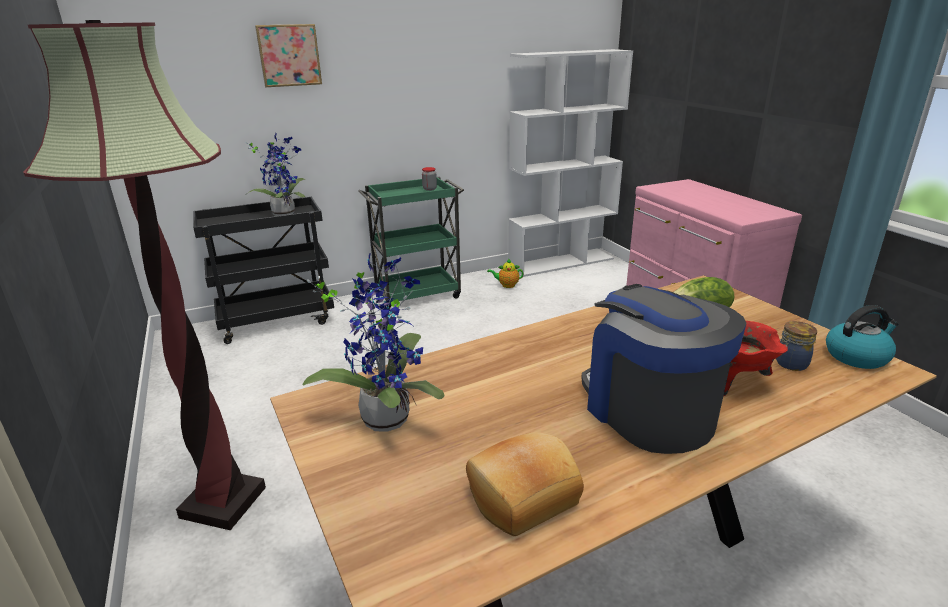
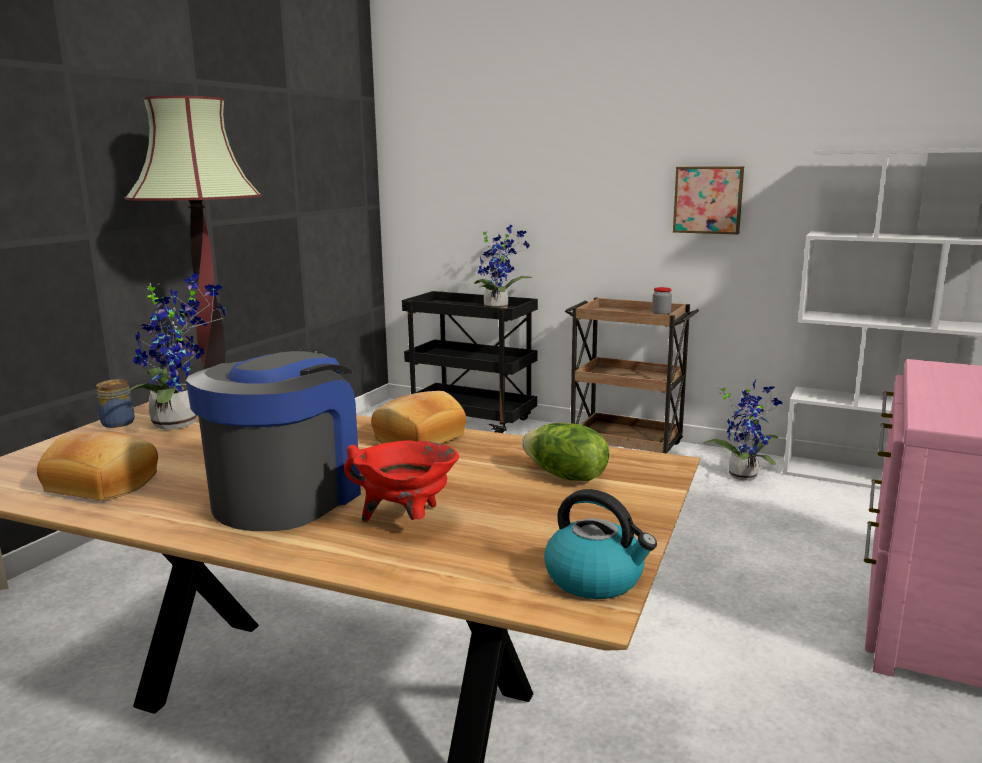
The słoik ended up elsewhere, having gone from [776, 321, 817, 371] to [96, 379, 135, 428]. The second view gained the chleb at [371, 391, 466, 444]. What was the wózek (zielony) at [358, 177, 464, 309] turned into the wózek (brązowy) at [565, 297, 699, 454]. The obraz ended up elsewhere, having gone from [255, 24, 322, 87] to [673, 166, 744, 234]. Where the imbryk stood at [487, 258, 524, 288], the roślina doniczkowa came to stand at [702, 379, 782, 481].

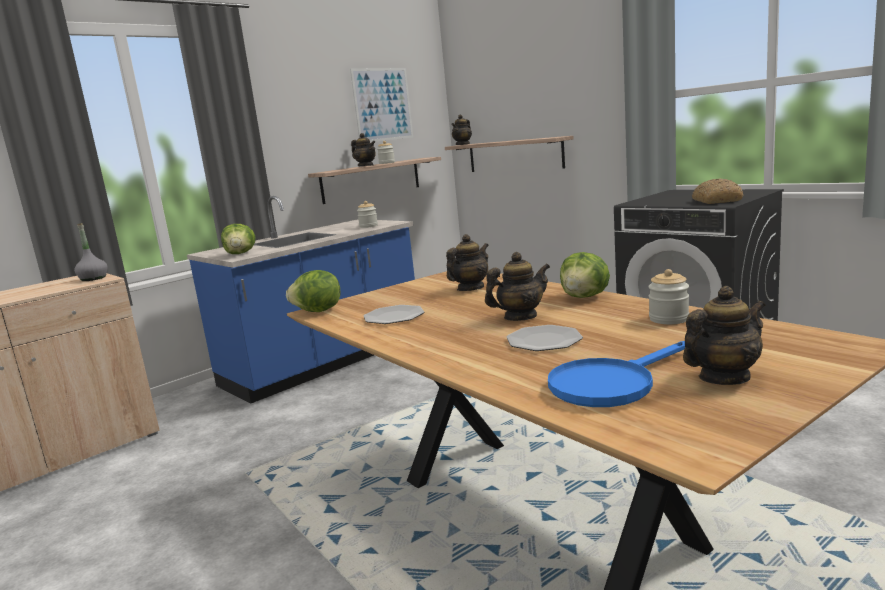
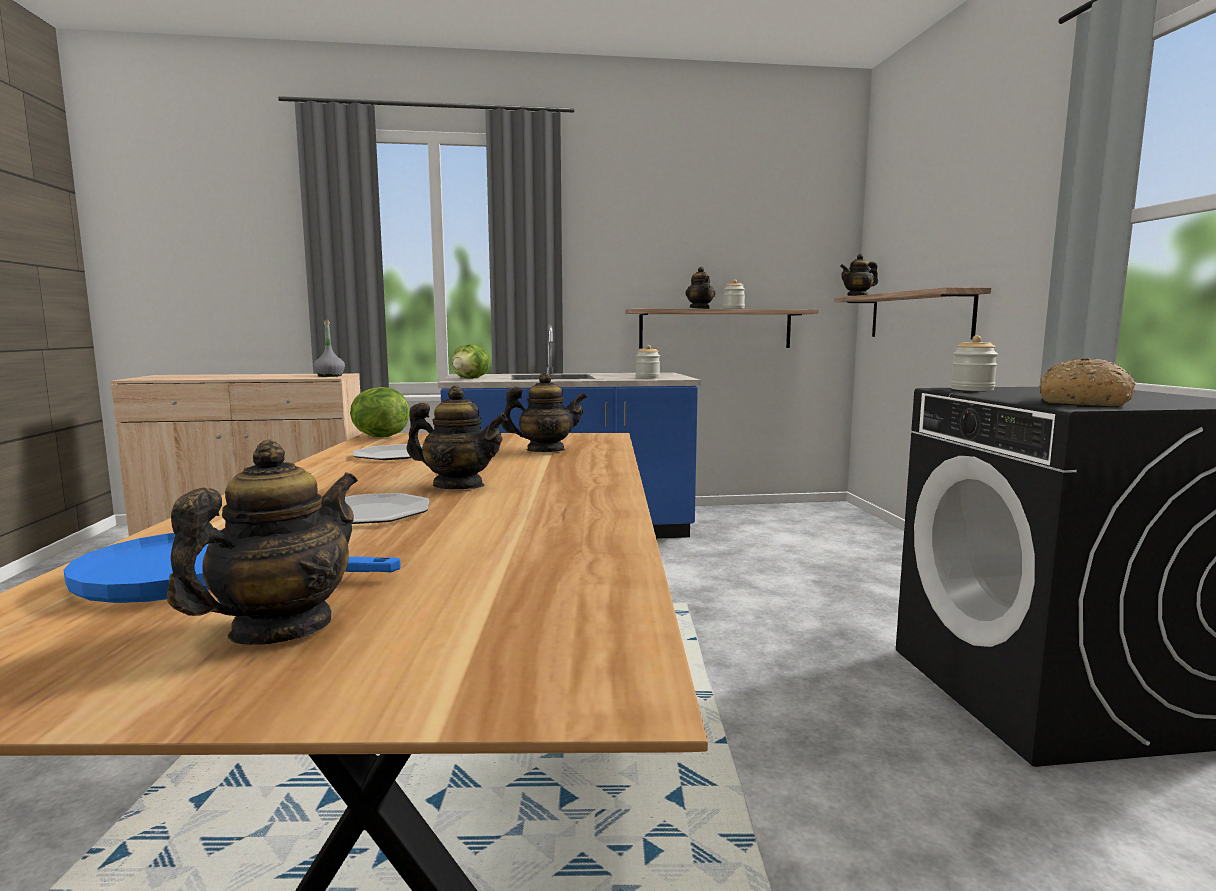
The imbryk at [683, 286, 766, 385] ended up facing another way, 75 degrees counterclockwise from before. The słoik ended up elsewhere, having gone from [648, 269, 689, 324] to [951, 335, 998, 391]. The second view lost the obraz at [350, 68, 413, 142]. The second view lost the sałata at [560, 252, 610, 298].

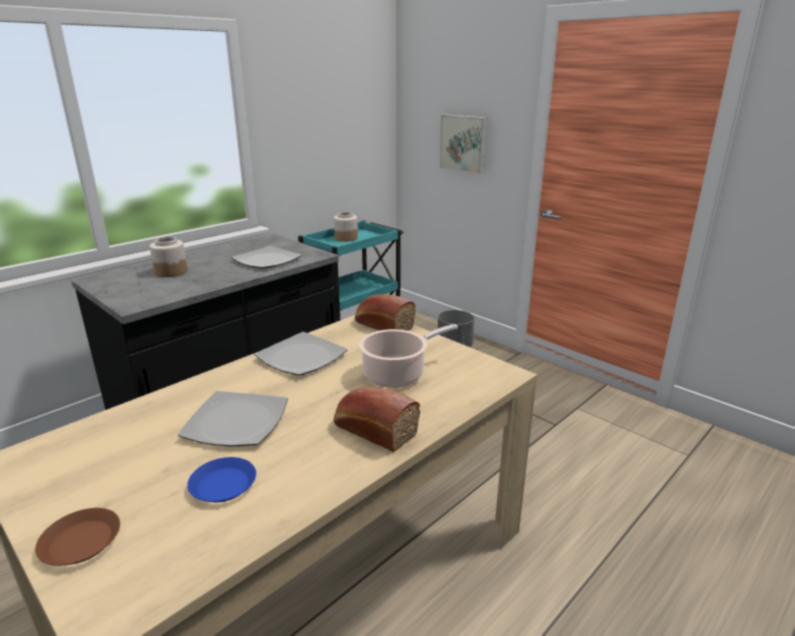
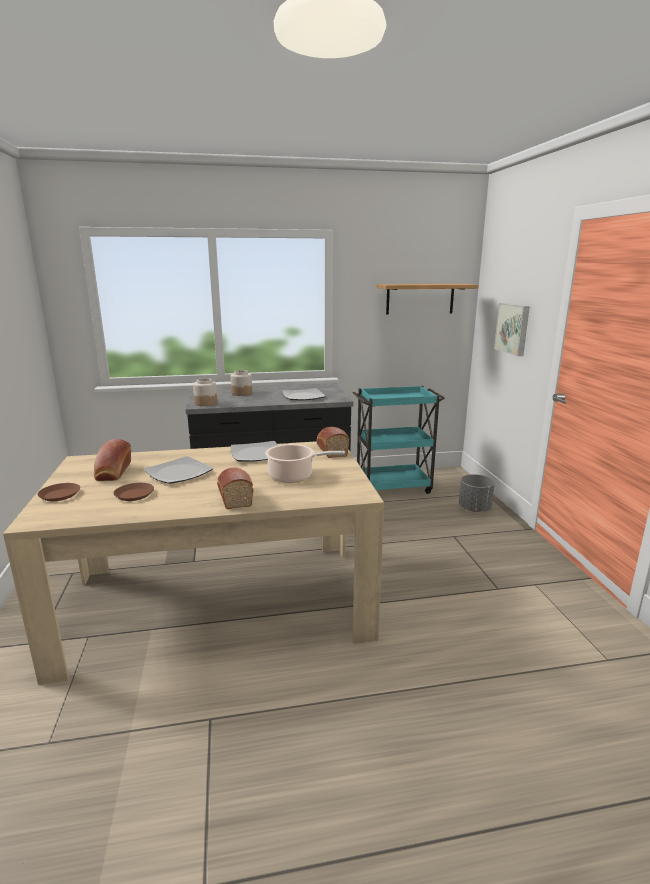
The second view gained the chleb at [94, 439, 131, 481]. What was the talerz (niebieski) at [187, 457, 256, 502] turned into the talerz (brązowy) at [113, 483, 154, 501]. The słoik ended up elsewhere, having gone from [334, 212, 358, 242] to [193, 378, 217, 406]. The second view gained the półka at [377, 284, 479, 315].

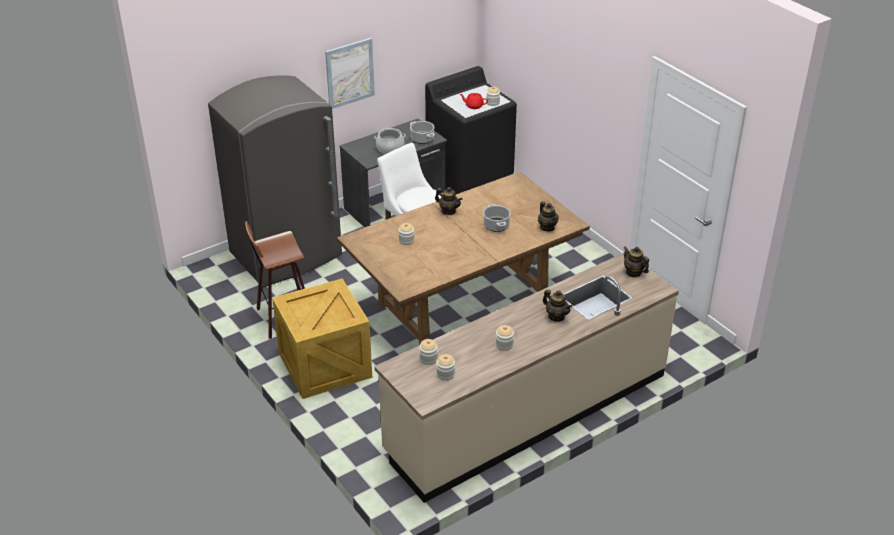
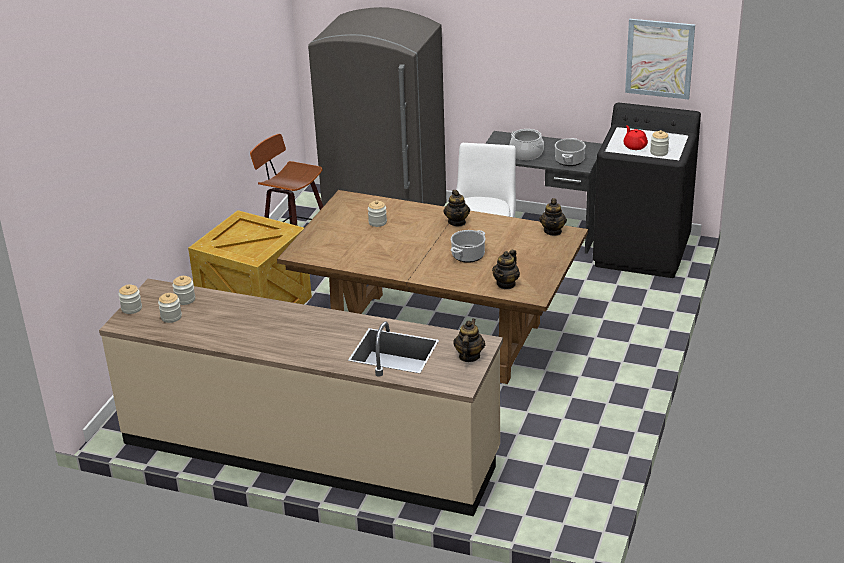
The słoik ended up elsewhere, having gone from [496, 325, 514, 350] to [118, 284, 142, 314]. The imbryk ended up elsewhere, having gone from [543, 289, 572, 322] to [539, 198, 567, 236]. The obraz ended up elsewhere, having gone from [325, 38, 375, 109] to [625, 19, 695, 99].

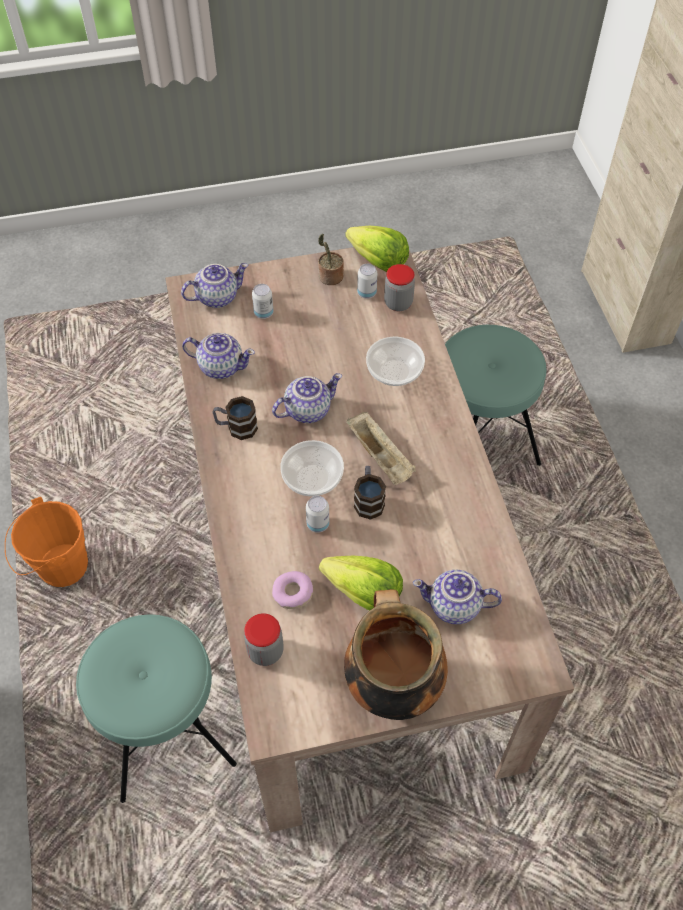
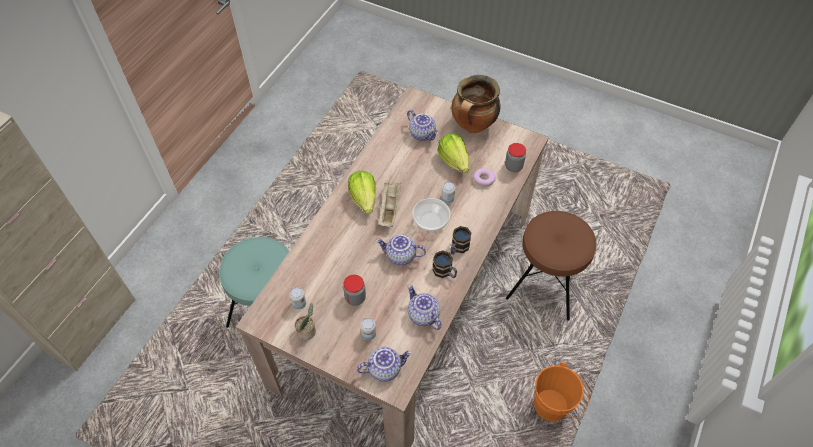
The słoik ended up elsewhere, having gone from [384, 264, 415, 311] to [343, 275, 366, 306]. The sałata ended up elsewhere, having gone from [345, 226, 409, 272] to [348, 171, 376, 214]. The imbryk at [181, 263, 248, 308] ended up facing another way, 150 degrees clockwise from before. The kubek ended up elsewhere, having gone from [354, 466, 386, 520] to [451, 226, 471, 255]. What was the stołek (turkusowy) at [76, 614, 237, 803] turned into the stołek (brązowy) at [506, 211, 596, 321]. The second view lost the miska at [366, 337, 425, 386].

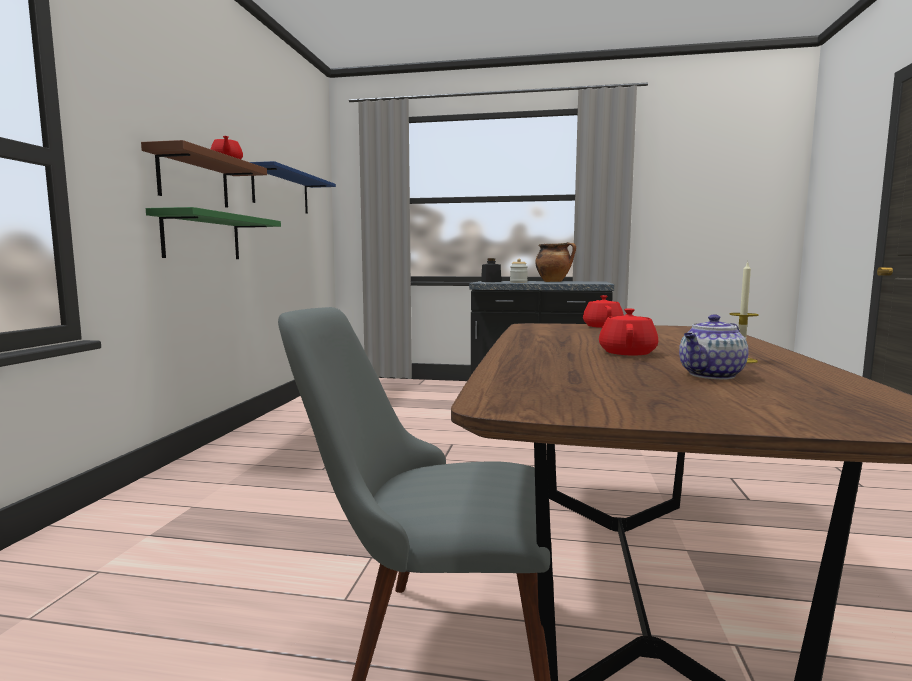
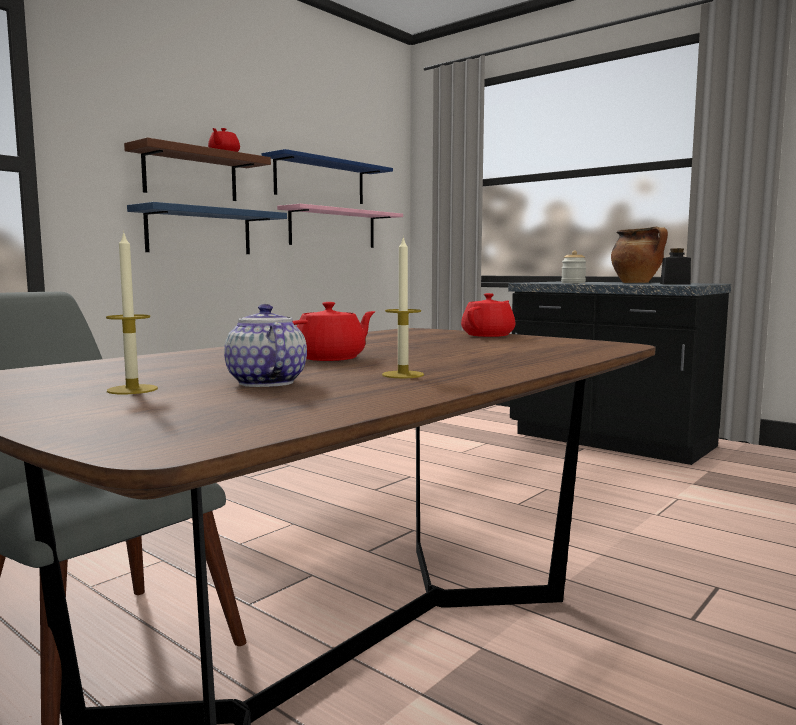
The second view gained the świeca at [106, 231, 158, 394]. What was the półka (zielony) at [146, 207, 281, 259] turned into the półka (niebieski) at [127, 202, 287, 254]. The imbryk at [679, 314, 748, 379] ended up facing another way, 75 degrees clockwise from before. The second view gained the półka (różowy) at [277, 204, 403, 248]. The słoik (czarny) ended up elsewhere, having gone from [481, 258, 501, 282] to [660, 248, 691, 285].

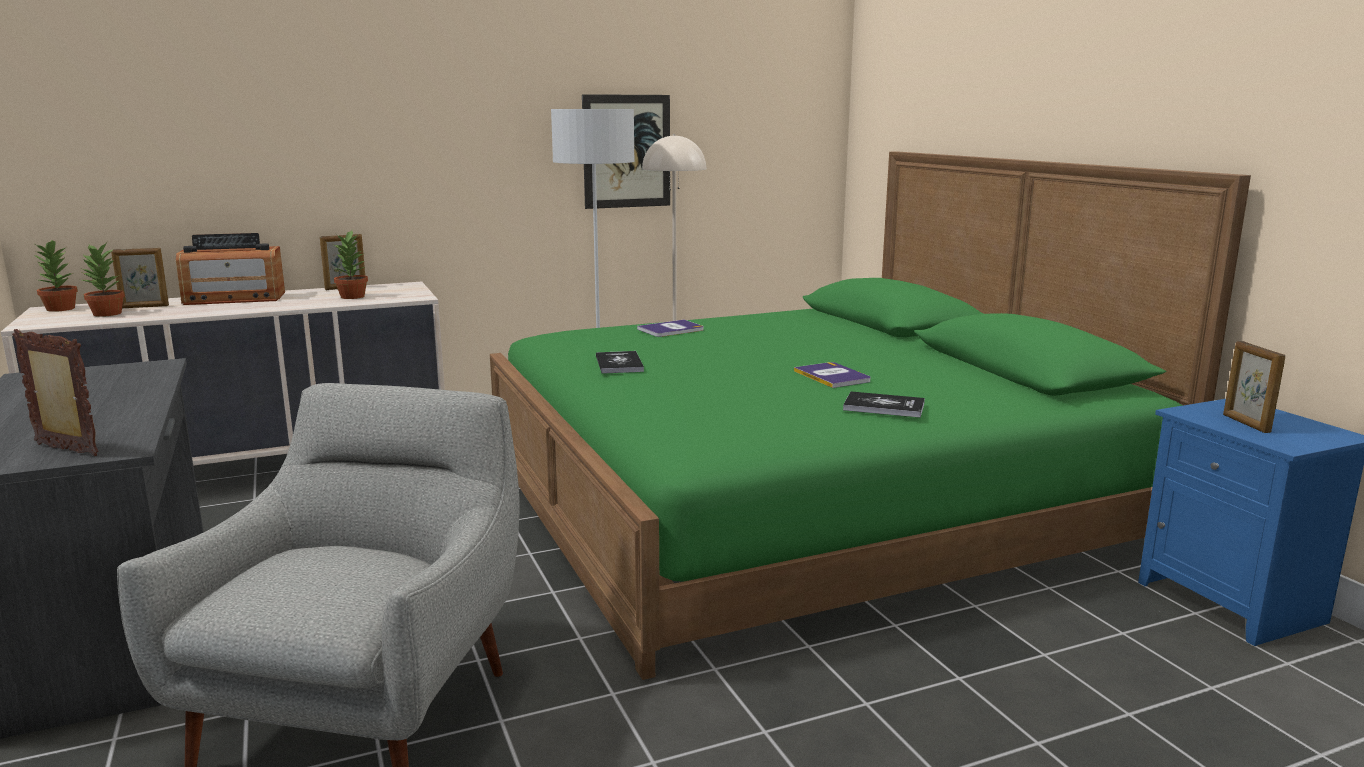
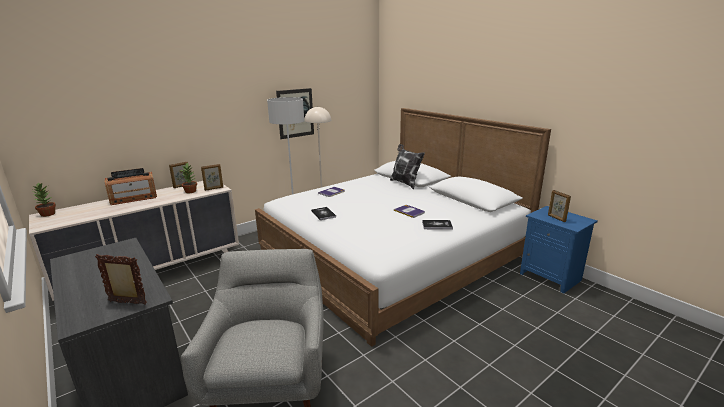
The ramka na zdjęcie ended up elsewhere, having gone from [111, 248, 169, 308] to [201, 164, 223, 191]. What was the łóżko (zielony) at [490, 151, 1251, 680] turned into the łóżko (biały) at [255, 108, 551, 347]. The second view gained the poduszka at [390, 144, 425, 189]. The second view lost the roślina doniczkowa at [82, 242, 125, 317].

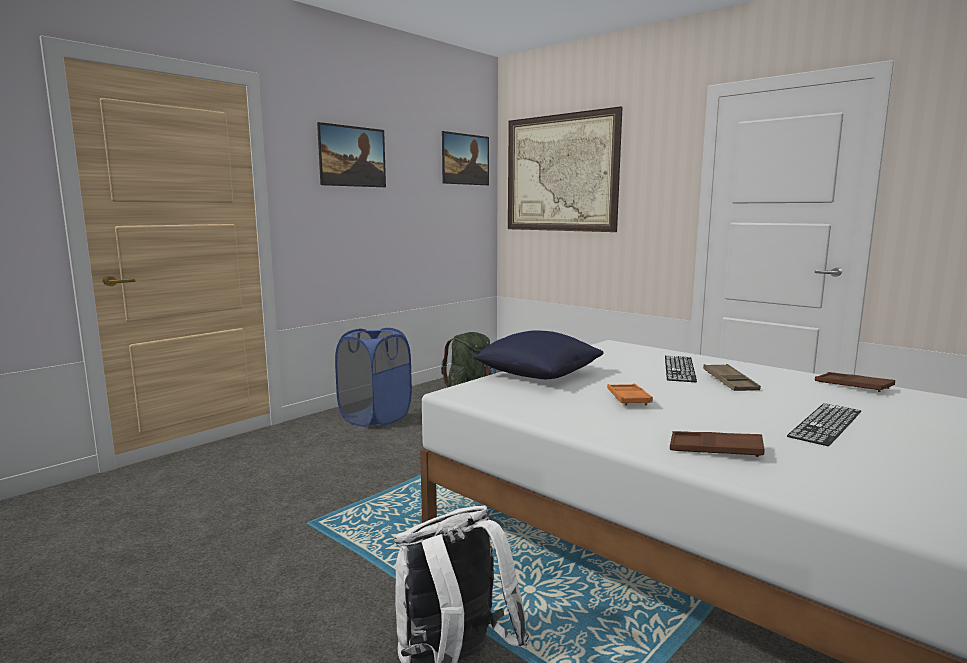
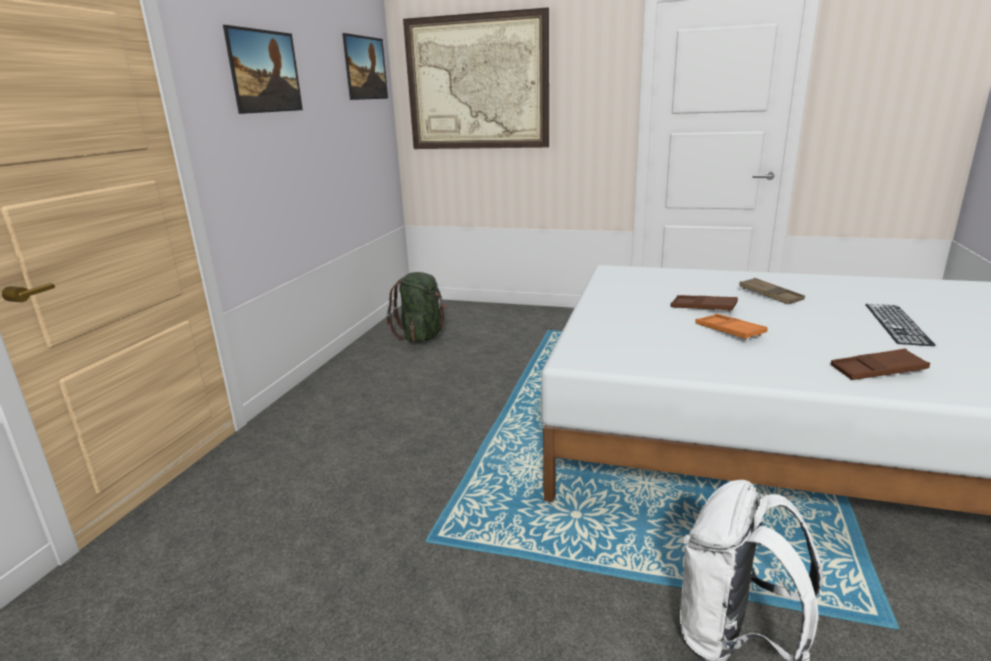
The taca (brązowy) ended up elsewhere, having gone from [815, 372, 895, 392] to [671, 295, 738, 312]. The second view lost the kosz na pranie (niebieski) at [335, 328, 412, 427]. The second view lost the poduszka (niebieski) at [472, 330, 604, 379]. The second view lost the klawiatura at [665, 355, 697, 382].

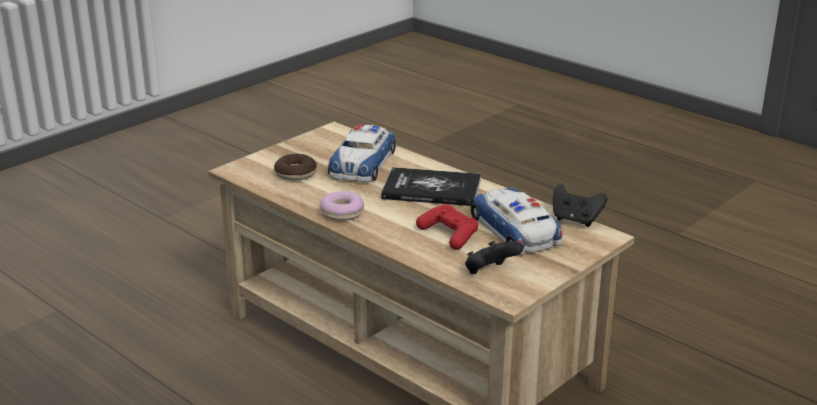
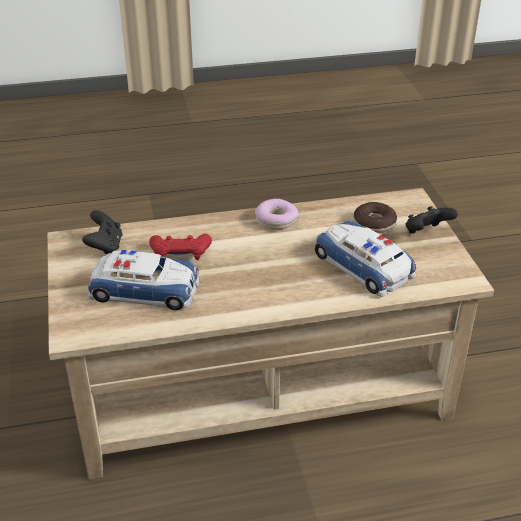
The pad do gier (czarny) ended up elsewhere, having gone from [553, 184, 607, 227] to [406, 206, 458, 234]. The second view lost the książka at [381, 167, 481, 206].

